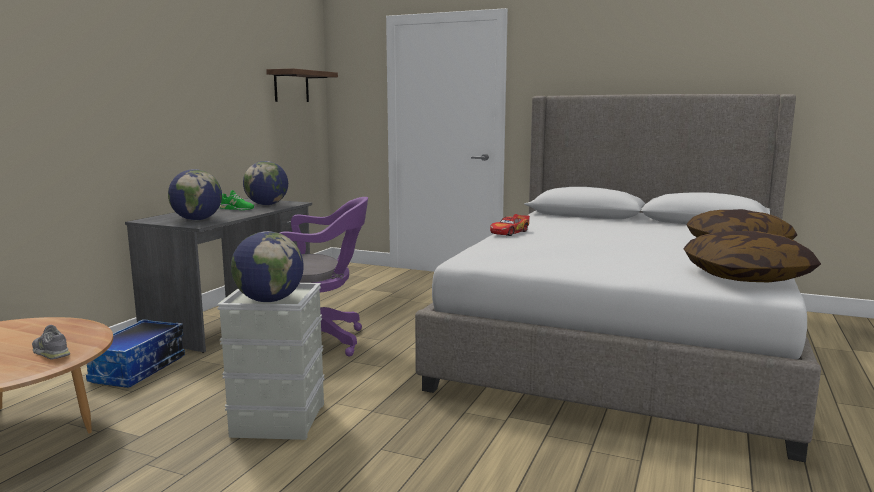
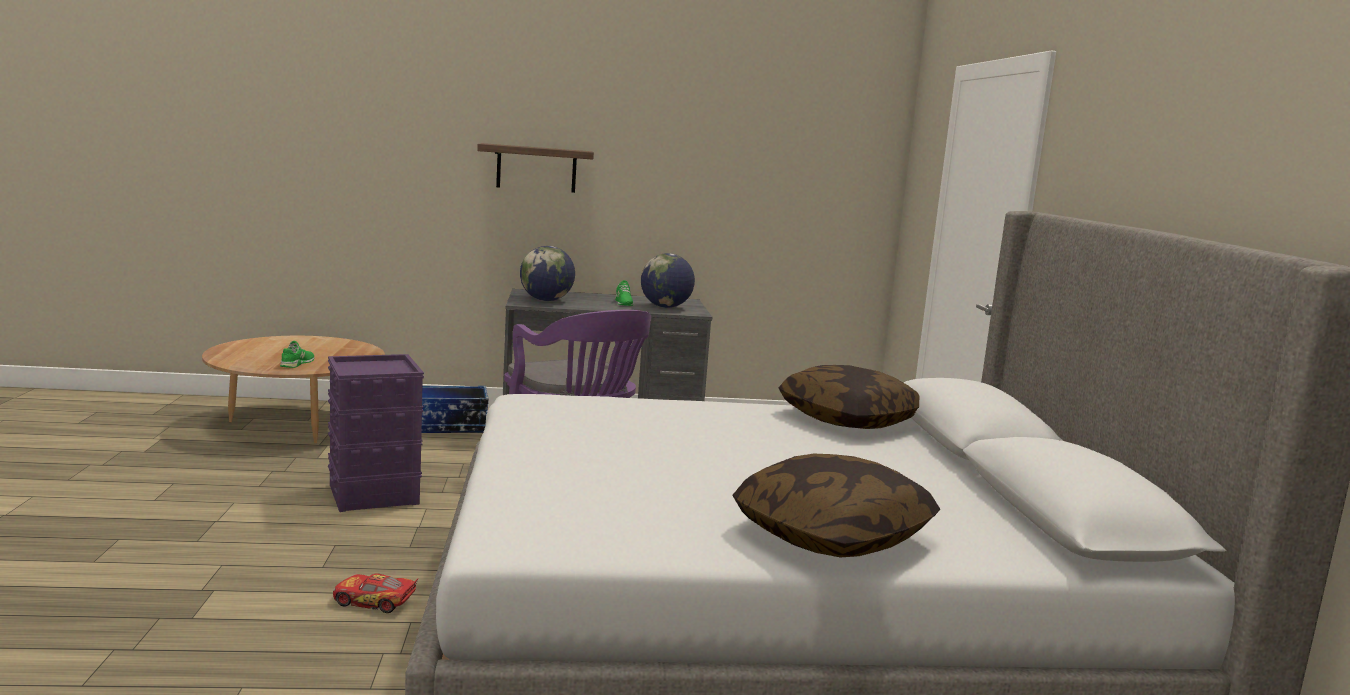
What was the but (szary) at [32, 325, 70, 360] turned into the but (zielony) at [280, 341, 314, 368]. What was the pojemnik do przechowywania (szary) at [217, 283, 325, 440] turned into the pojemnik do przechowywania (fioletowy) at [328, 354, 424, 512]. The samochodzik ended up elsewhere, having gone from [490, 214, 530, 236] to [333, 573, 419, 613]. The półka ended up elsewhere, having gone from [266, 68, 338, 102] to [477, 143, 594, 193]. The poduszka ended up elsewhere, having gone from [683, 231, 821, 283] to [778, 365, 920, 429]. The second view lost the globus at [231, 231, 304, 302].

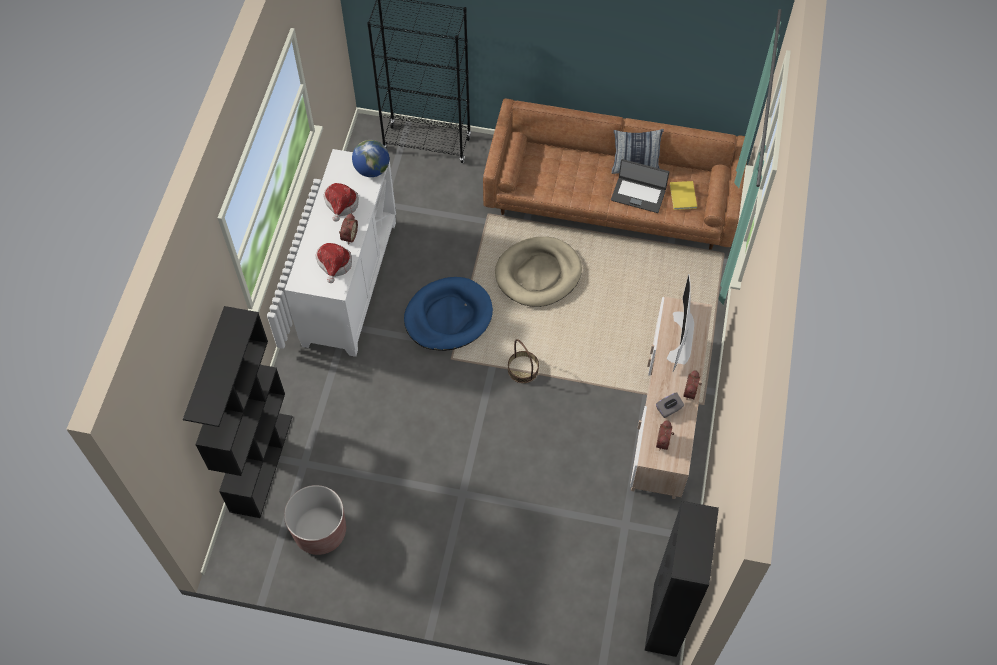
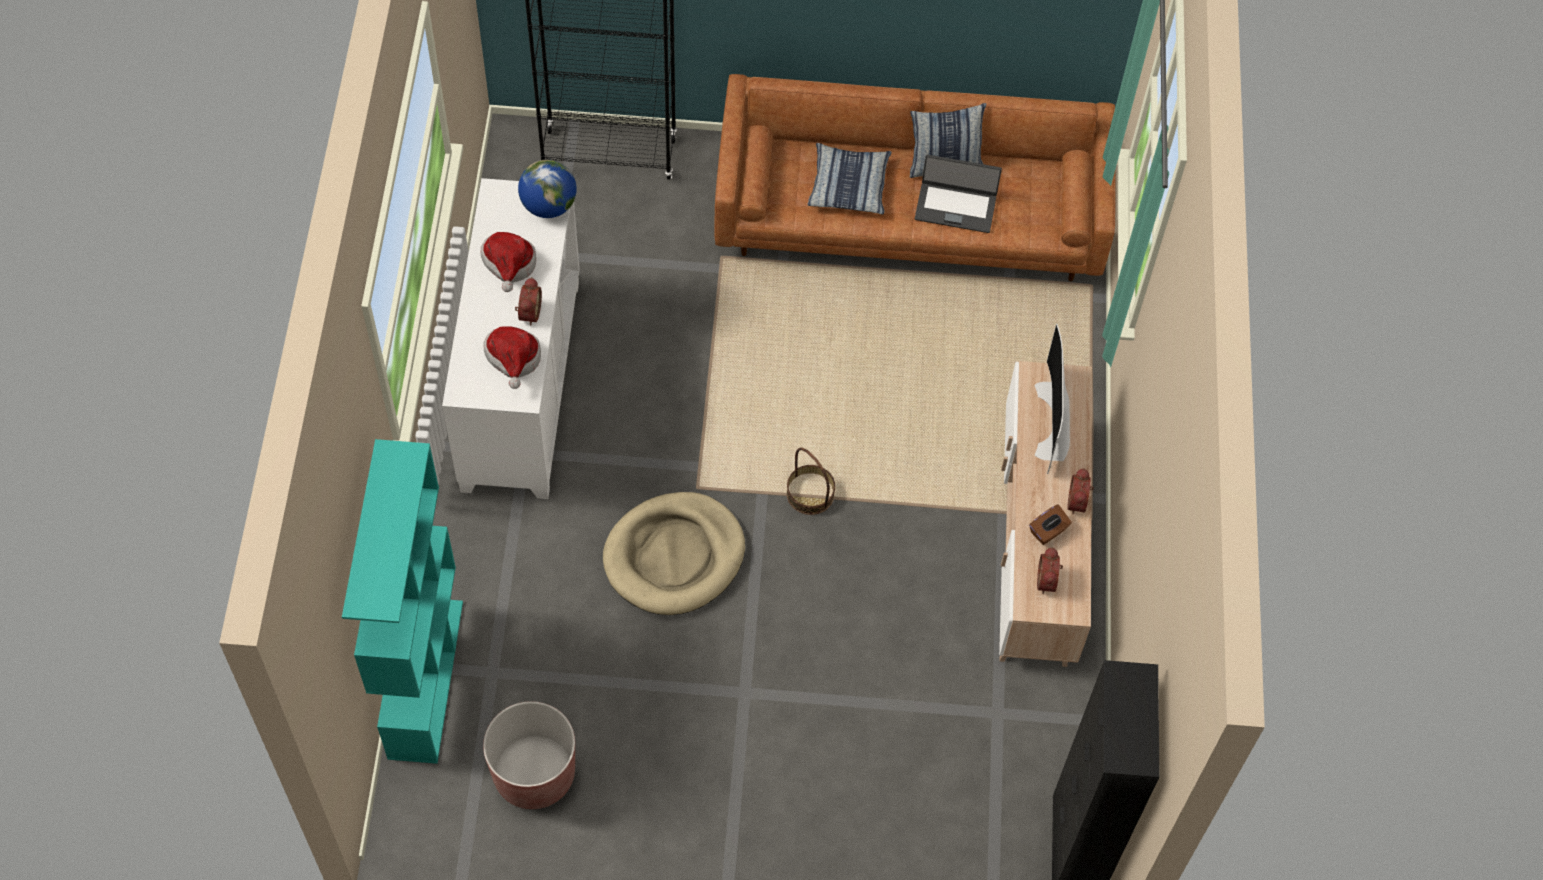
What was the regał (czarny) at [183, 306, 293, 518] turned into the regał (turkusowy) at [342, 439, 463, 764]. The legowisko (beżowy) ended up elsewhere, having gone from [495, 237, 582, 307] to [603, 492, 745, 615]. The second view gained the poduszka at [808, 143, 892, 214]. What was the pudełko chusteczek (szary) at [656, 392, 684, 418] turned into the pudełko chusteczek (brązowy) at [1029, 504, 1072, 545]. The second view lost the legowisko (niebieski) at [404, 277, 493, 351]. The second view lost the książka (żółty) at [670, 181, 698, 210].

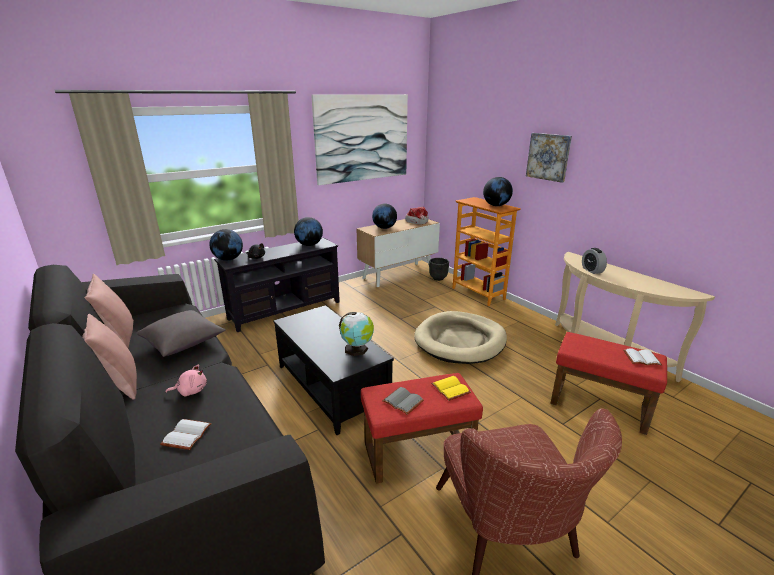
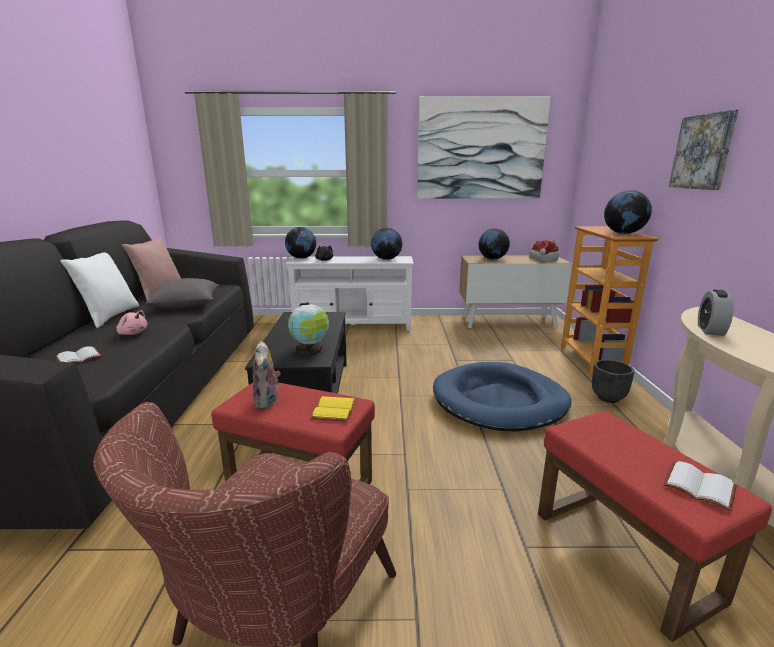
What was the poduszka (różowy) at [82, 314, 137, 400] turned into the poduszka (biały) at [60, 252, 139, 328]. Where the książka (szary) stood at [382, 387, 424, 415], the pluszak came to stand at [252, 341, 280, 409]. What was the szafka pod telewizor (czarny) at [214, 238, 340, 332] turned into the szafka pod telewizor (biały) at [286, 256, 414, 331]. What was the legowisko (beżowy) at [414, 311, 507, 364] turned into the legowisko (niebieski) at [433, 362, 572, 431]. The donica (czarny) ended up elsewhere, having gone from [429, 258, 449, 281] to [592, 360, 634, 403].

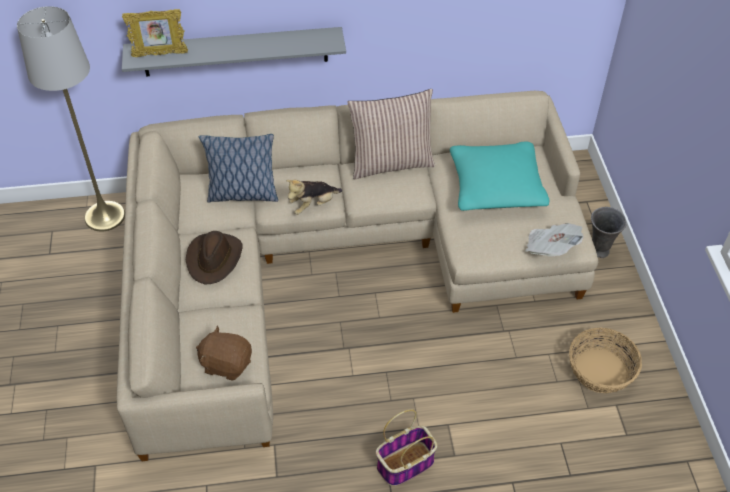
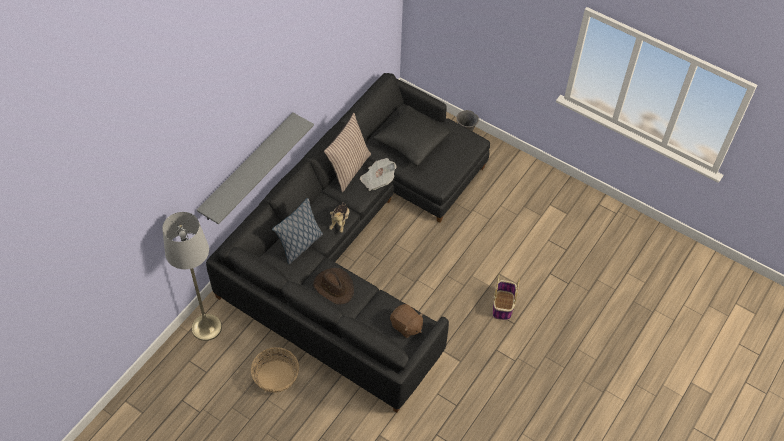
What was the kanapa (beżowy) at [117, 91, 598, 461] turned into the kanapa (czarny) at [206, 73, 490, 413]. The koszyk ended up elsewhere, having gone from [569, 327, 642, 393] to [251, 347, 299, 393]. The gazeta ended up elsewhere, having gone from [525, 223, 584, 257] to [360, 158, 397, 191]. What was the poduszka (turkusowy) at [450, 142, 549, 211] turned into the poduszka (czarny) at [374, 106, 451, 166]. The pluszak (brązowy) at [196, 326, 252, 381] ended up facing another way, 105 degrees counterclockwise from before. The second view lost the ramka na zdjęcie at [122, 9, 188, 57].

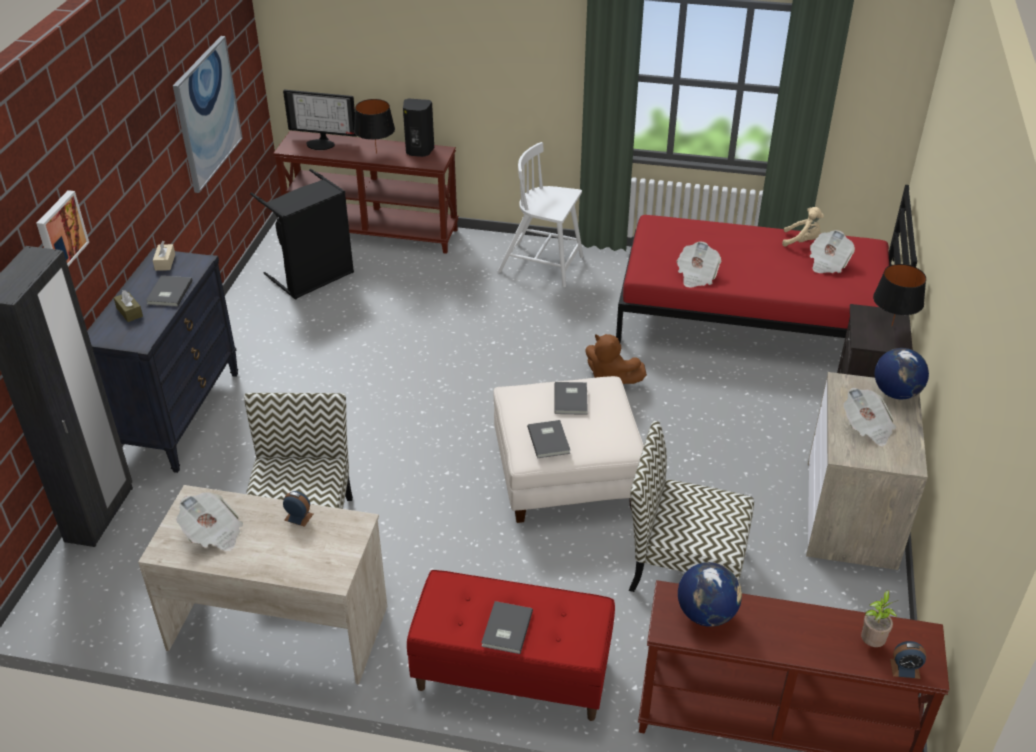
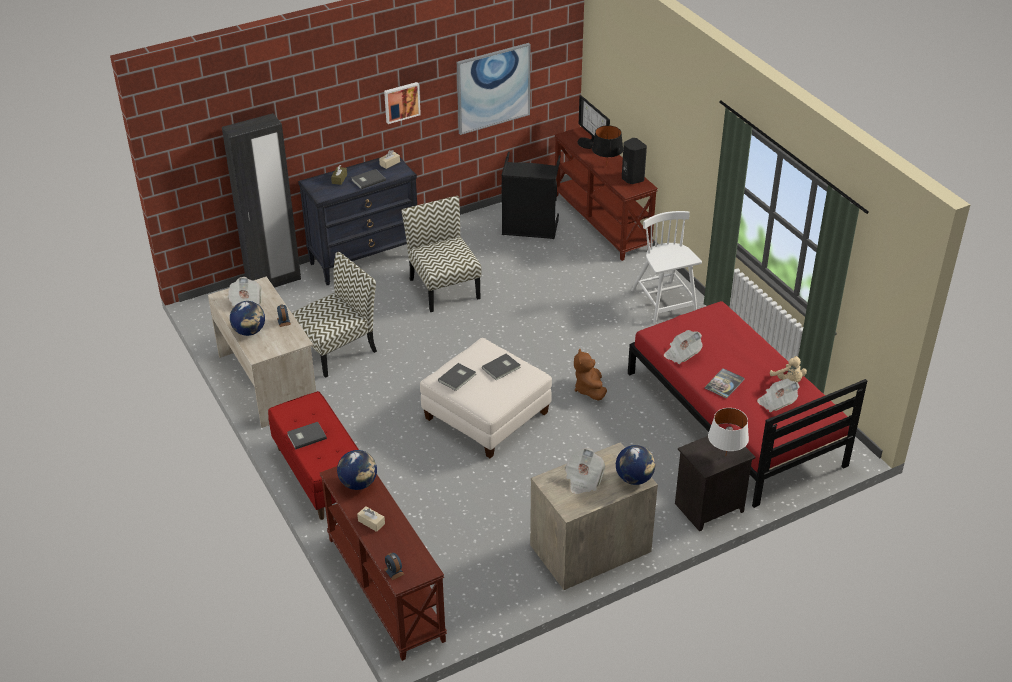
The second view gained the globus at [230, 301, 265, 336]. The second view gained the pudełko chusteczek (beżowy) at [357, 506, 385, 532]. The obraz ended up elsewhere, having gone from [36, 190, 89, 266] to [384, 82, 421, 124]. The krzesło ended up elsewhere, having gone from [629, 421, 754, 592] to [401, 196, 482, 312]. The second view gained the książka at [705, 368, 745, 399]. What was the lampa stołowa (czarny) at [873, 264, 926, 326] turned into the lampa stołowa (biały) at [708, 408, 749, 454]. The second view lost the roślina doniczkowa at [861, 590, 898, 647].

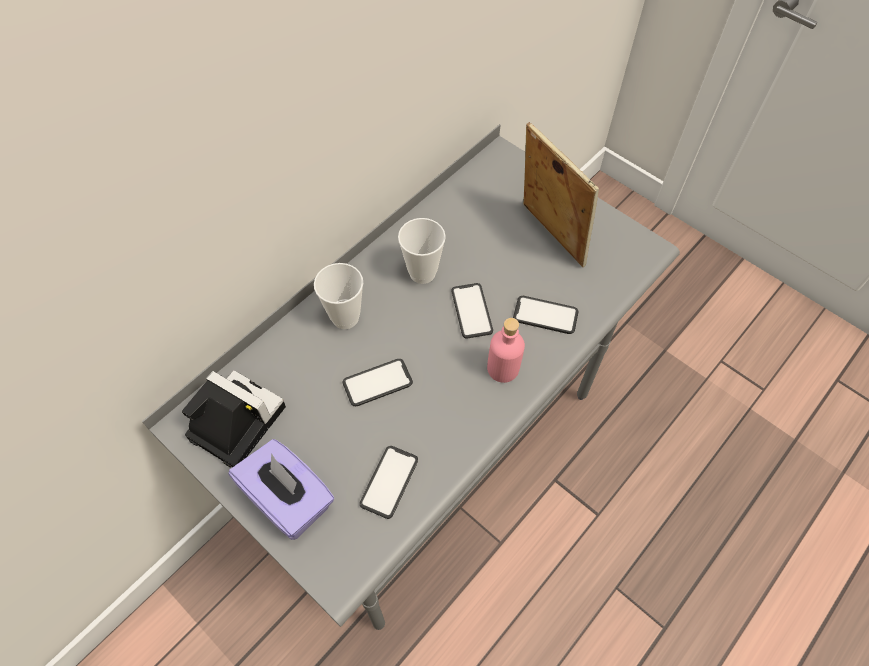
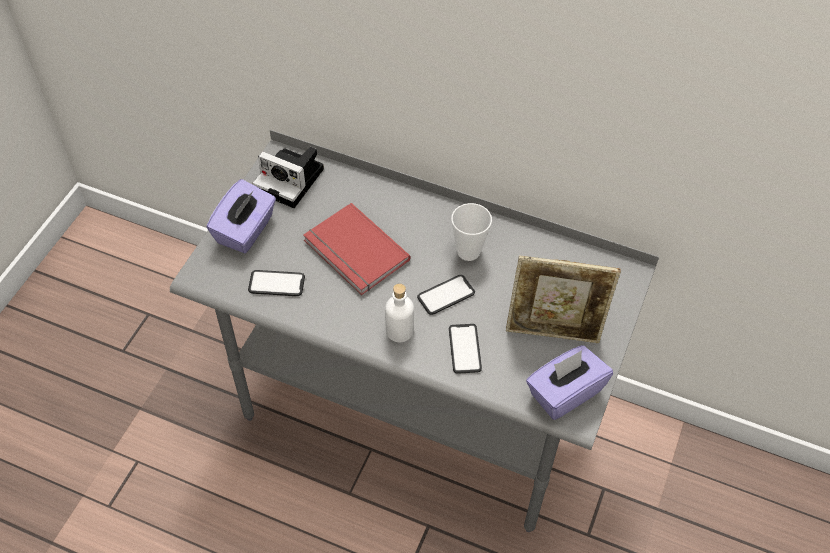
The aparat fotograficzny at [182, 370, 286, 468] ended up facing another way, 105 degrees clockwise from before. Where the telefon stood at [342, 359, 413, 406], the książka (czerwony) came to stand at [303, 203, 411, 295]. What was the butelka (różowy) at [487, 318, 525, 383] turned into the butelka (biały) at [385, 284, 414, 342]. The ramka na zdjęcie at [523, 122, 599, 267] ended up facing another way, 60 degrees clockwise from before. The second view gained the pudełko chusteczek (fioletowy) at [526, 345, 613, 420]. The second view lost the filiżanka at [314, 263, 363, 329].

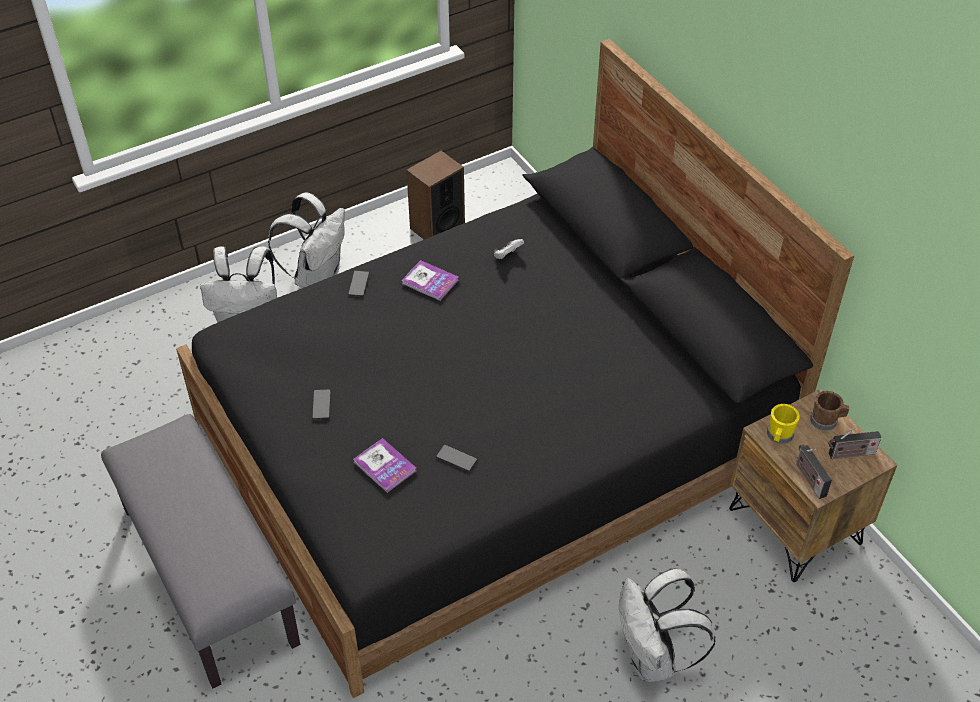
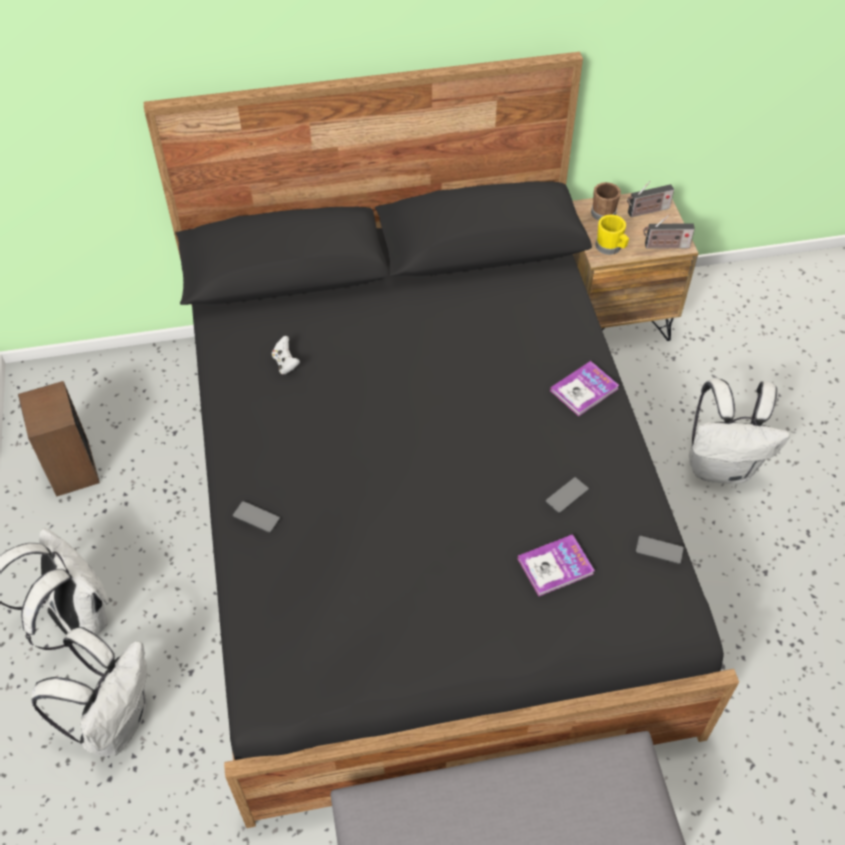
The książka ended up elsewhere, having gone from [401, 260, 459, 301] to [550, 361, 619, 416]. The radio at [828, 427, 881, 459] ended up facing another way, 60 degrees clockwise from before. The telefon ended up elsewhere, having gone from [312, 389, 331, 419] to [635, 536, 684, 565].

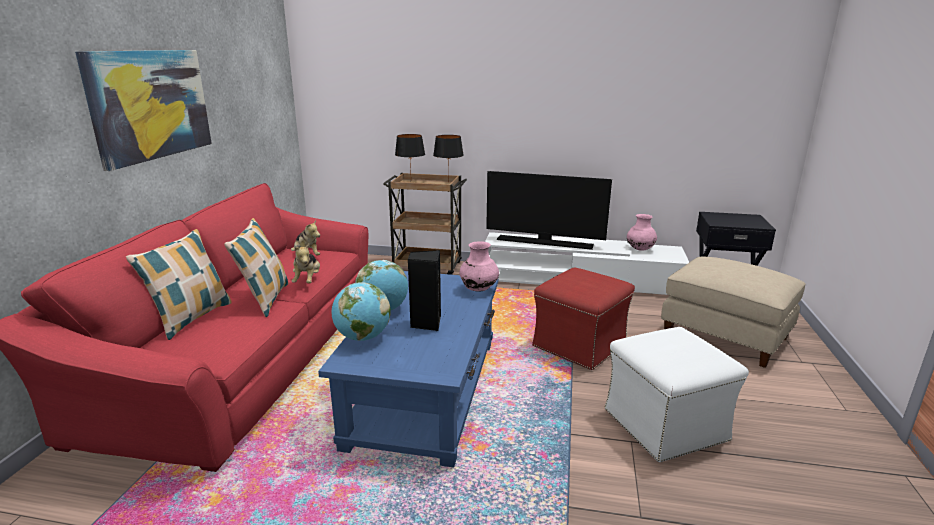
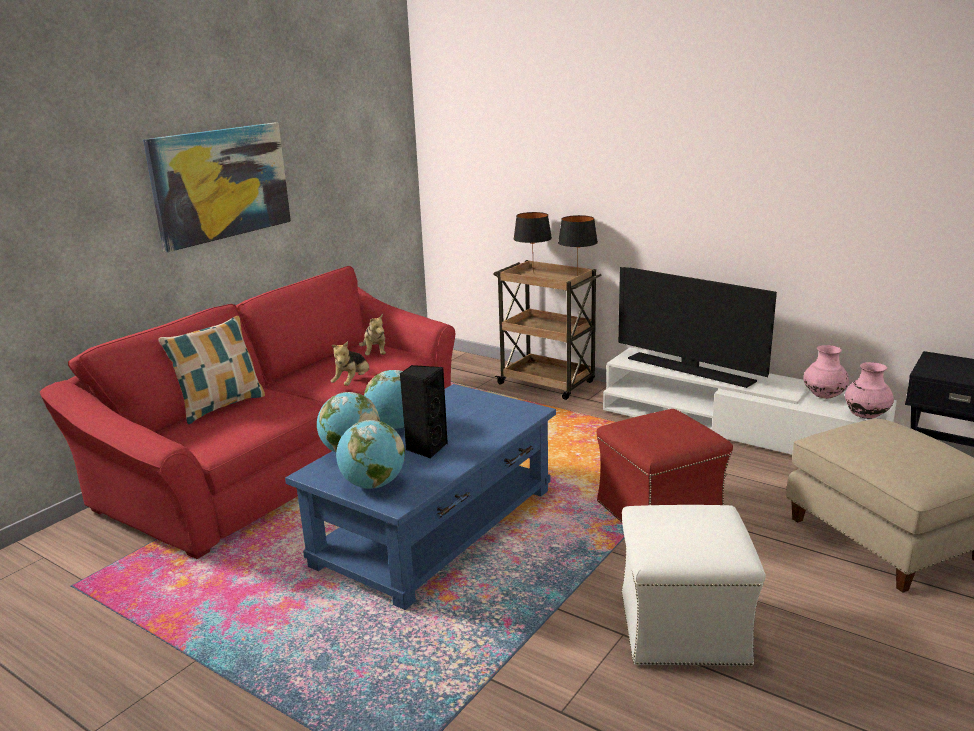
The second view gained the globus at [336, 420, 405, 489]. The wazon (różowy) ended up elsewhere, having gone from [459, 241, 499, 292] to [845, 362, 894, 419]. The second view lost the poduszka at [224, 218, 289, 317].

